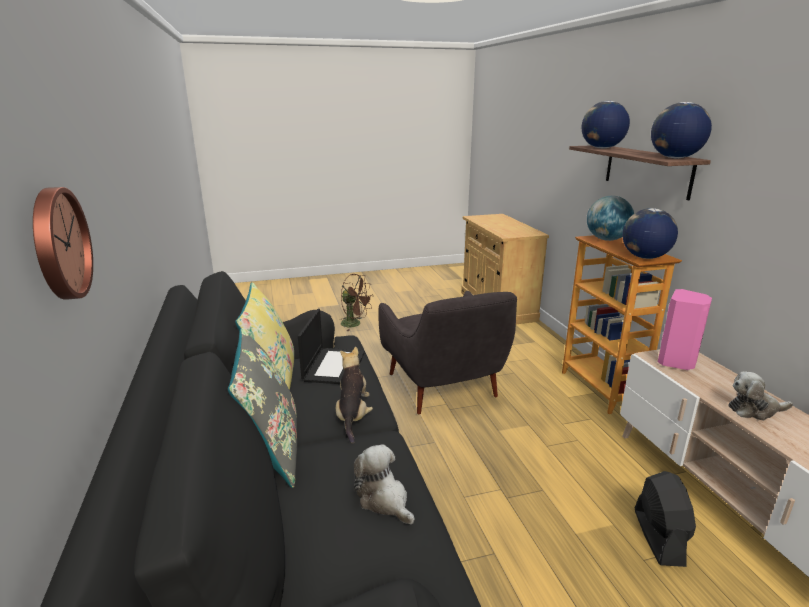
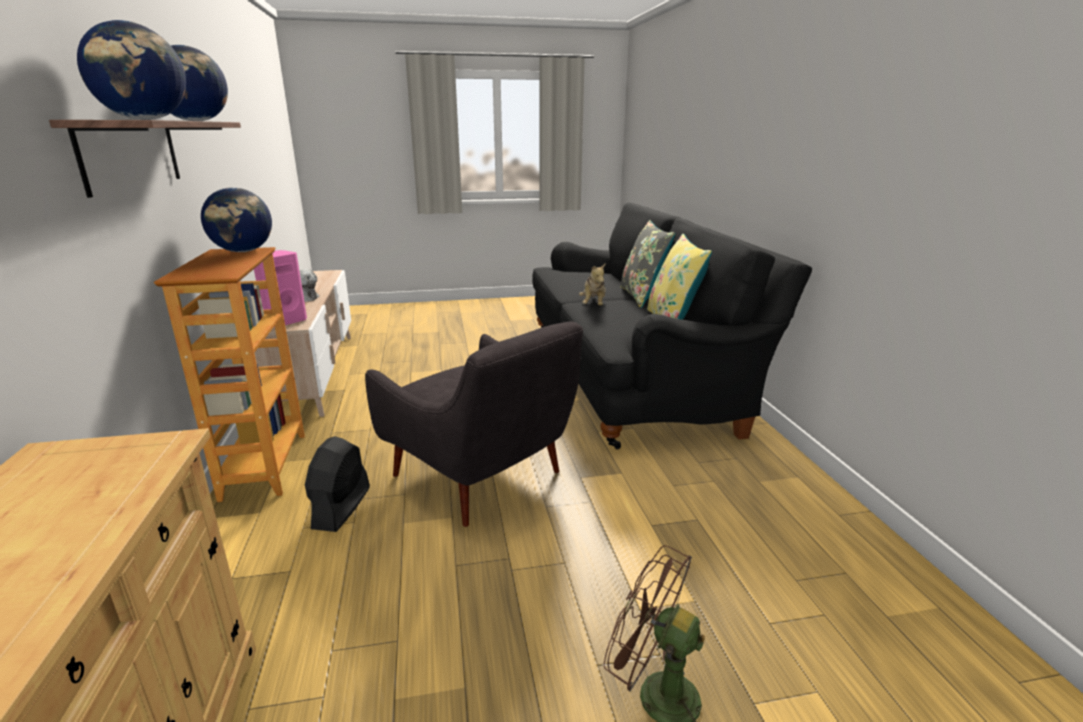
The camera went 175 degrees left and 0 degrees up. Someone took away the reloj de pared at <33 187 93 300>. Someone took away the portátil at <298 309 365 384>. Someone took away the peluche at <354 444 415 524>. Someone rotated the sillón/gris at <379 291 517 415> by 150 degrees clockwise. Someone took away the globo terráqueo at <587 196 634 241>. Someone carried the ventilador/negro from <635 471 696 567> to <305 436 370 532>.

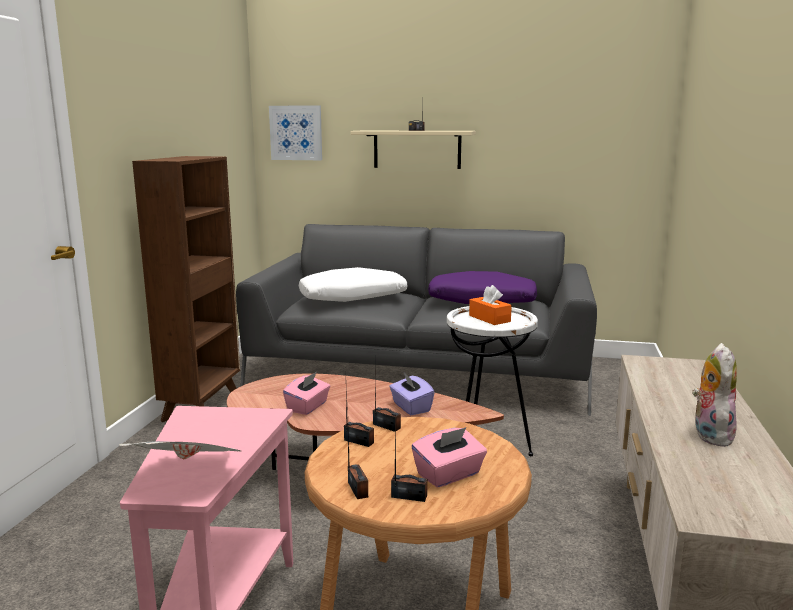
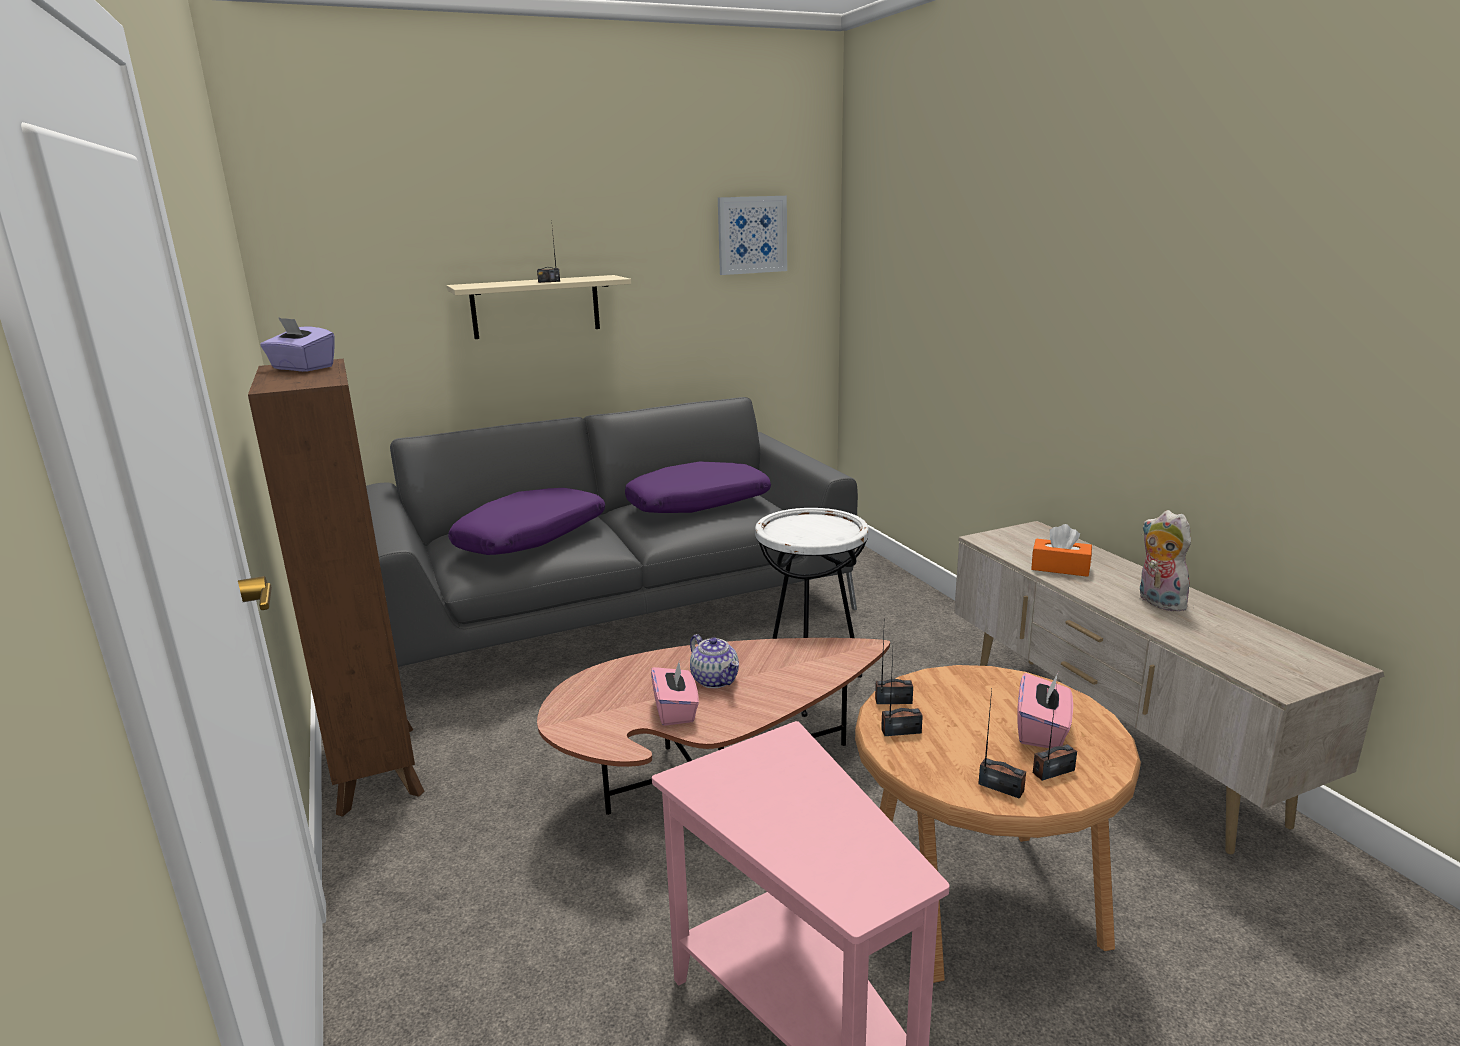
The camera went 35 degrees left and 5 degrees up. Someone took away the periódico at <119 441 241 459>. Someone carried the cuadro from <269 105 322 160> to <718 196 787 275>. Someone repainted the cojín/blanco at <299 267 408 302>, which became the cojín/morado at <448 488 605 555>. Someone carried the caja de pañuelos/morado from <389 373 435 415> to <260 317 335 372>. Someone carried the caja de pañuelos/naranja from <469 285 512 325> to <1031 524 1092 577>. Someone put down the tetera at <690 634 739 688>.

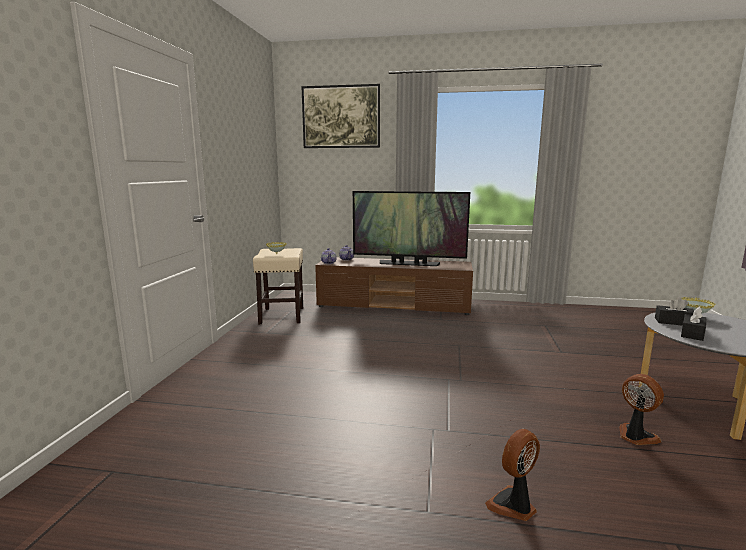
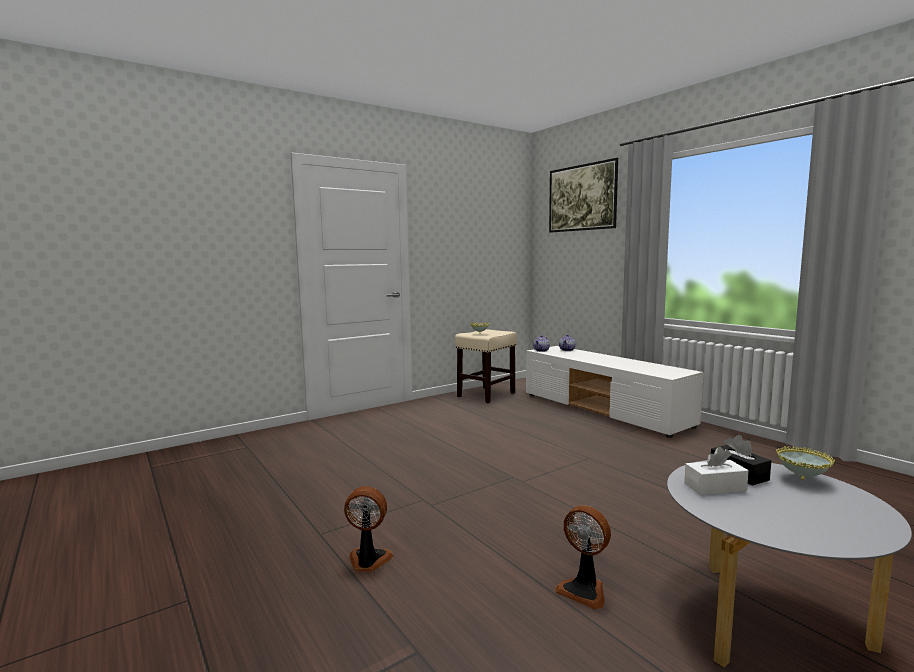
The camera went 45 degrees right and 5 degrees down. Someone repainted the mueble de televisión/marrón at <315 257 473 315>, which became the mueble de televisión/blanco at <526 346 704 438>. Someone took away the televisor at <353 191 470 266>. Someone rotated the ventilador at <619 374 664 445> by 120 degrees clockwise. Someone repainted the caja de pañuelos/negro at <681 307 706 341>, which became the caja de pañuelos/blanco at <684 447 749 495>.

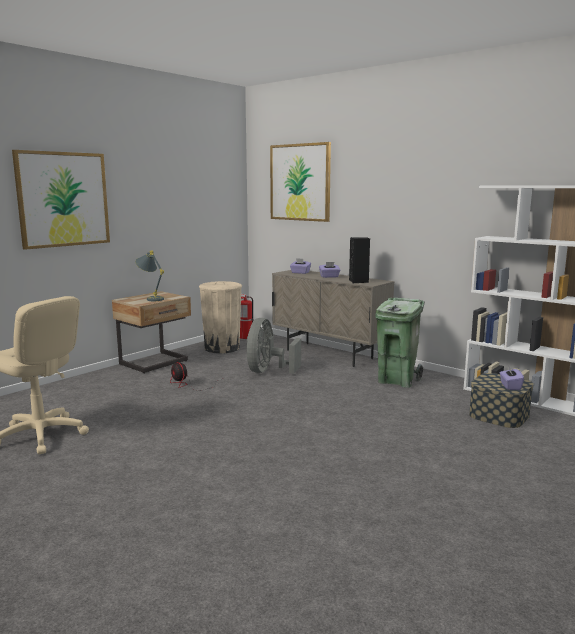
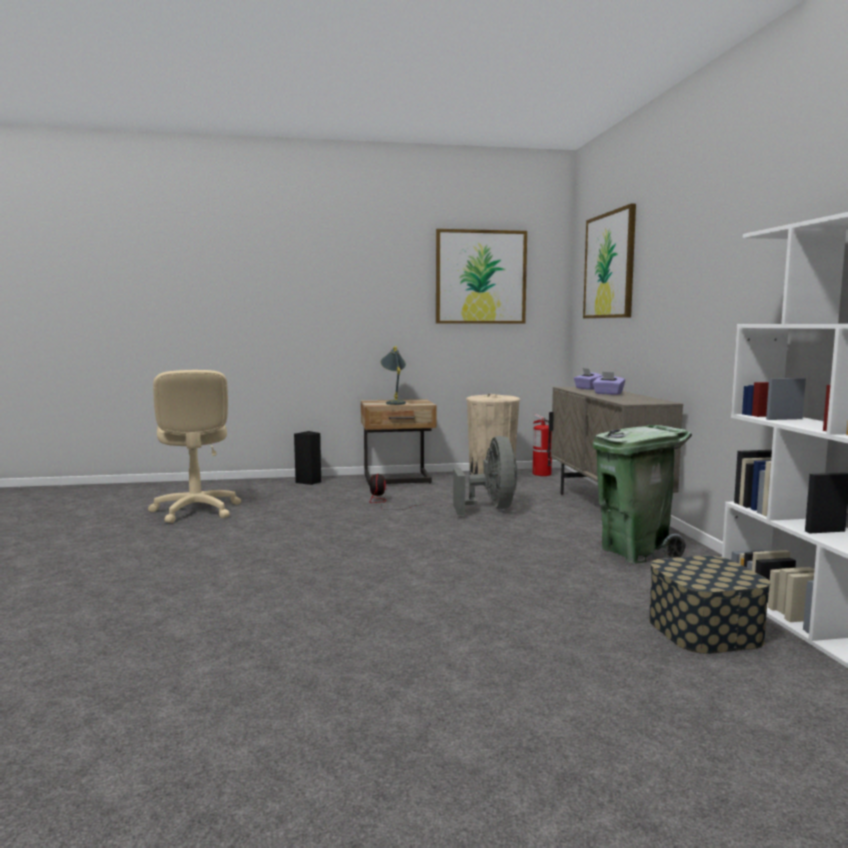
The camera went 40 degrees right and 5 degrees down. Someone carried the cuadro from <12 150 110 250> to <436 229 527 324>. Someone rotated the ventilador/gris at <247 318 301 374> by 120 degrees clockwise. Someone carried the altavoz/negro from <349 237 370 283> to <294 431 321 485>. Someone took away the caja de pañuelos/morado at <500 365 524 390>.

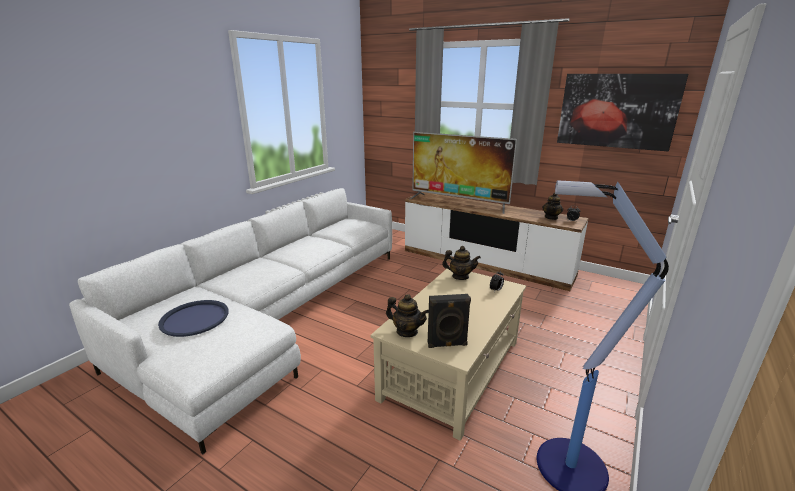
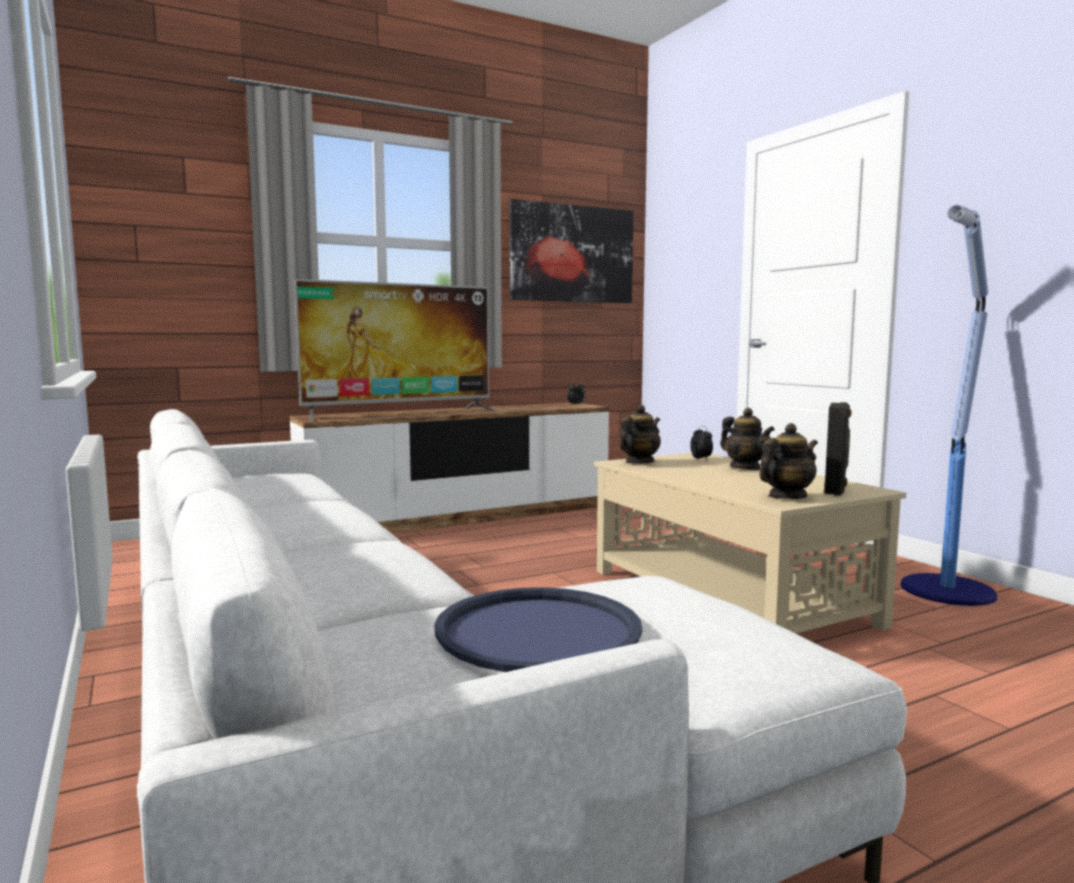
The camera went 60 degrees left and 15 degrees down. Someone carried the tetera from <542 193 563 220> to <720 408 775 470>.

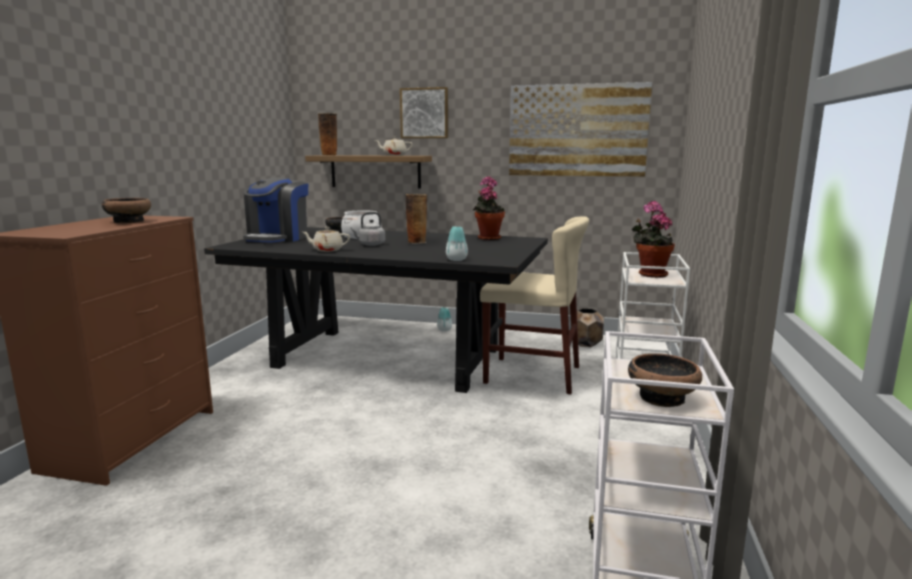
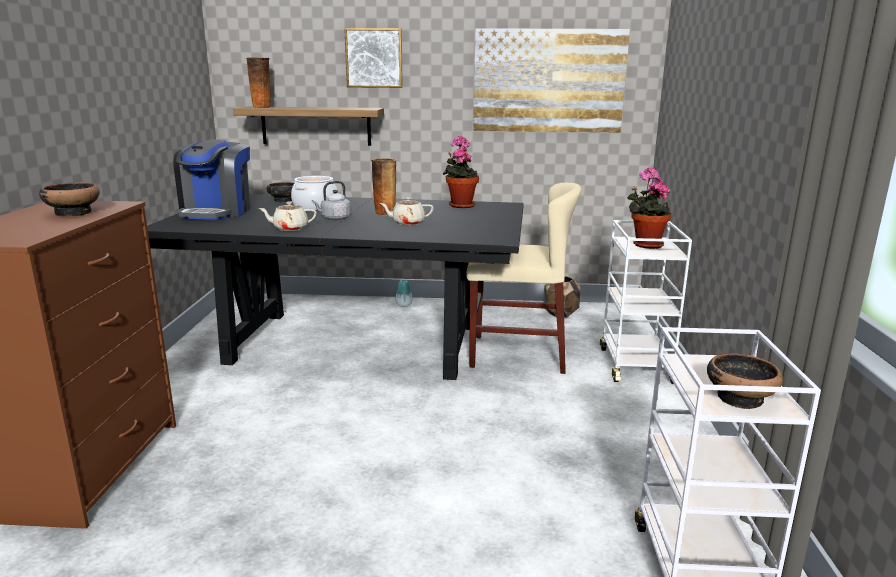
The camera went 10 degrees left and 5 degrees up. Someone carried the tetera/beis from <374 136 413 156> to <379 197 434 225>. Someone took away the florero at <446 227 468 261>.

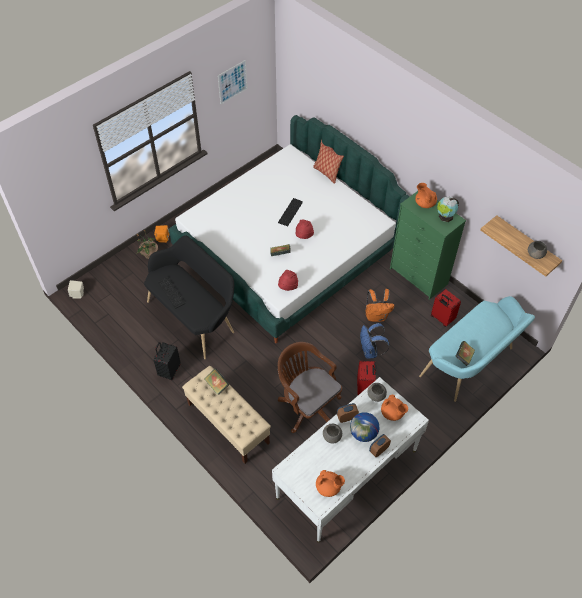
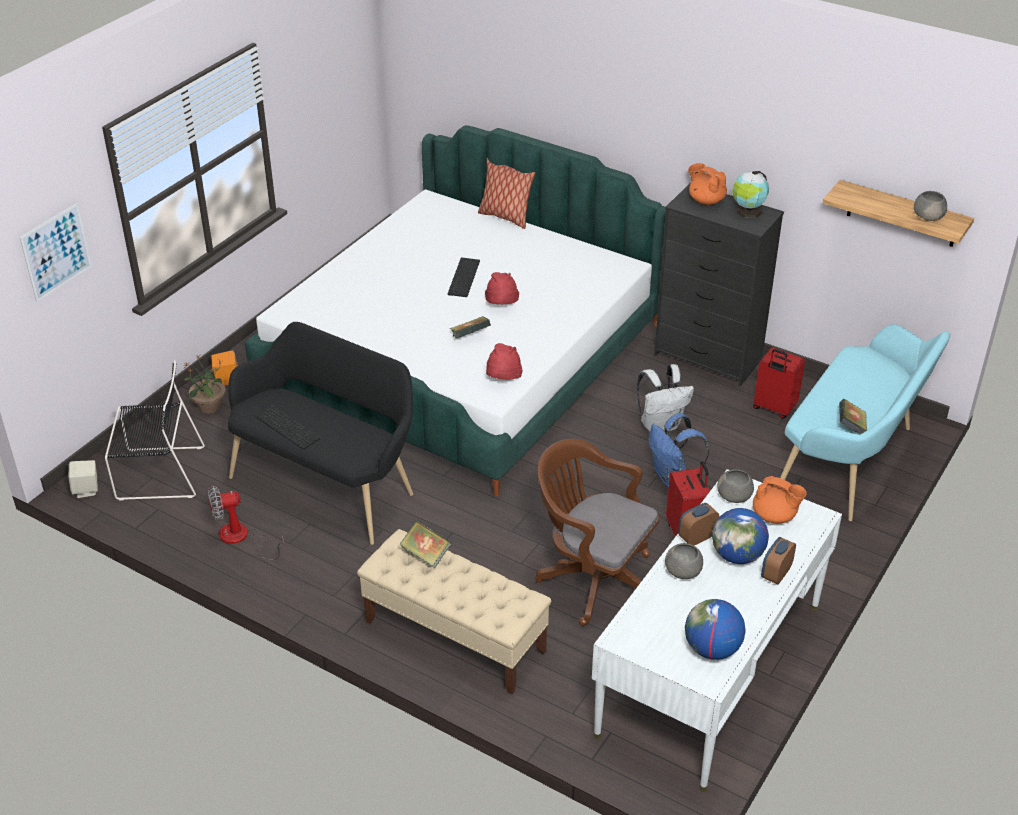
The camera went 15 degrees left and 15 degrees down. Someone took away the maleta/negro at <154 342 181 380>. Someone carried the cuadro from <218 60 247 104> to <19 203 92 302>. Someone swapped the tetera/naranja at <316 470 345 497> for the globo terráqueo at <685 599 745 660>. Someone repainted the mochila/naranja at <366 289 395 322>, which became the mochila/blanco at <637 364 694 432>. Someone repainted the cómoda/verde at <390 191 466 300>, which became the cómoda/negro at <654 183 784 386>. Someone put down the silla/negro at <105 360 205 500>. Someone put down the ventilador at <208 486 285 560>.

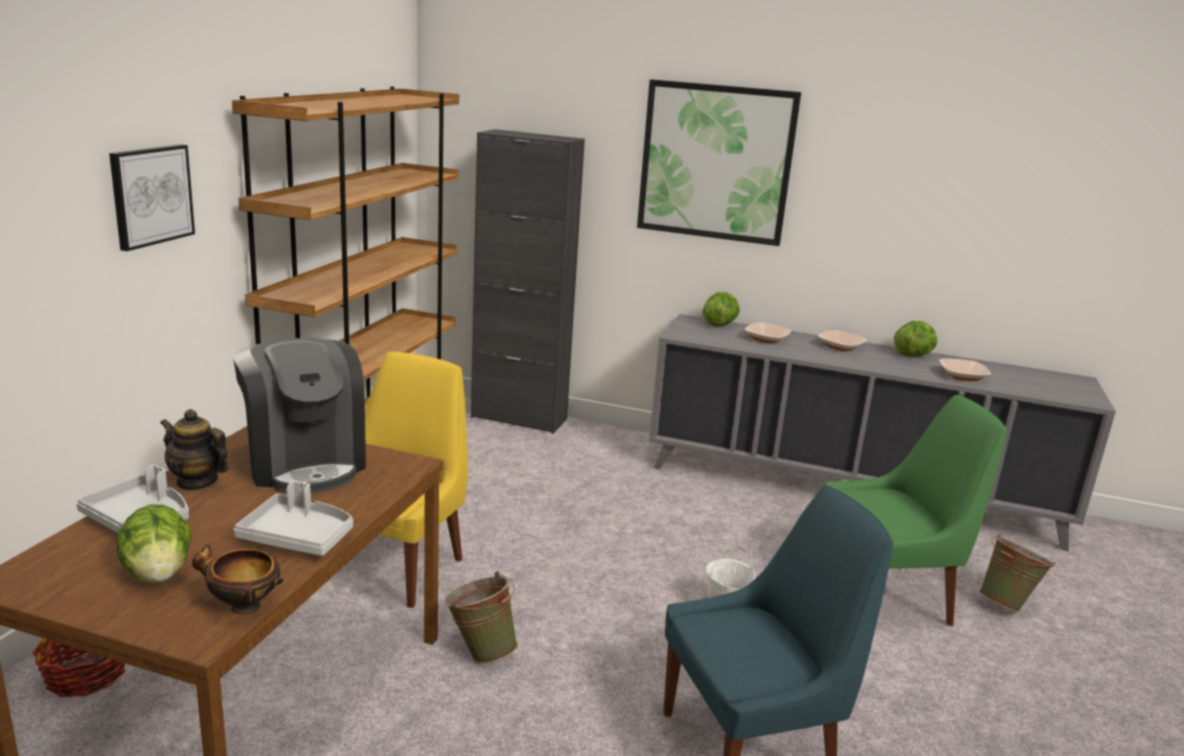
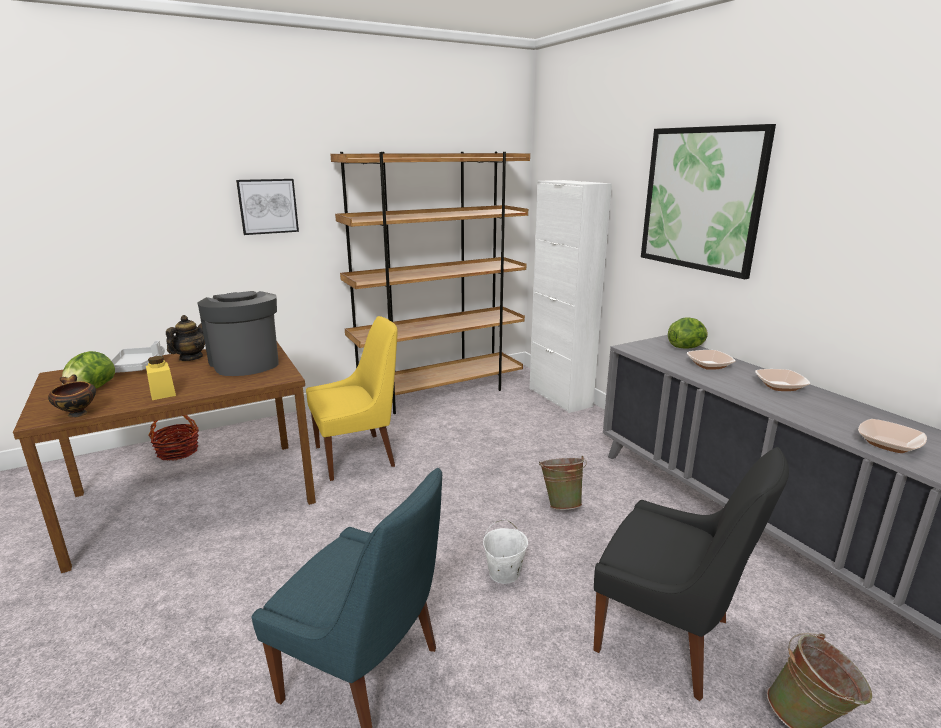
The camera went 45 degrees right and 0 degrees up. Someone rotated the tetera at <160 409 229 491> by 45 degrees clockwise. Someone rotated the cafetera at <233 338 366 493> by 135 degrees clockwise. Someone swapped the bandeja/gris at <234 481 353 556> for the tarro/amarillo at <146 356 176 400>. Someone carried the cubo/verde from <444 572 518 664> to <539 456 587 510>. Someone repainted the armario/negro at <471 129 585 434>, which became the armario/blanco at <529 180 612 413>. Someone repainted the silla/verde at <825 395 1007 626>, which became the silla/negro at <593 447 789 701>. Someone took away the lechuga at <894 321 937 357>.

